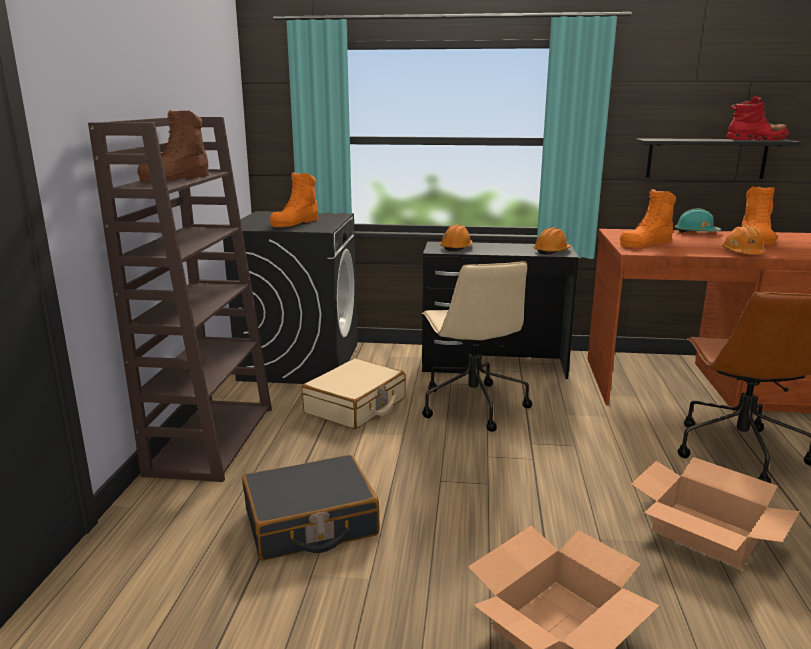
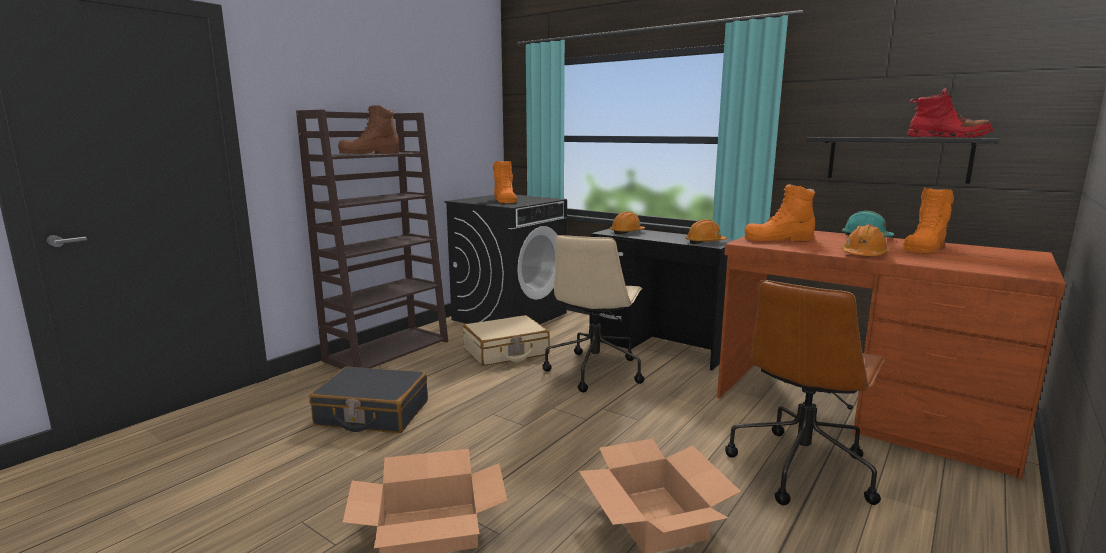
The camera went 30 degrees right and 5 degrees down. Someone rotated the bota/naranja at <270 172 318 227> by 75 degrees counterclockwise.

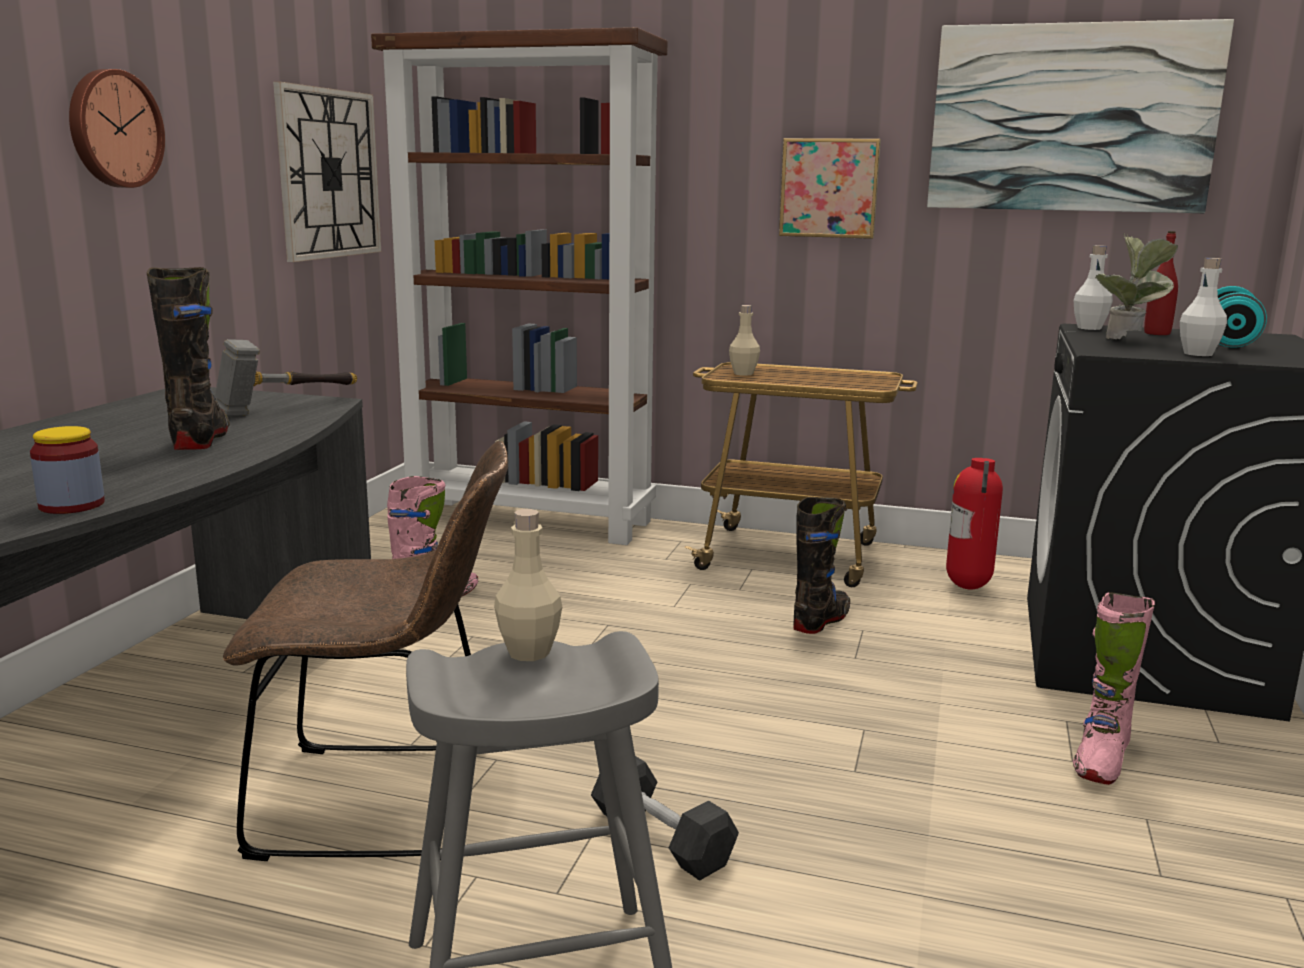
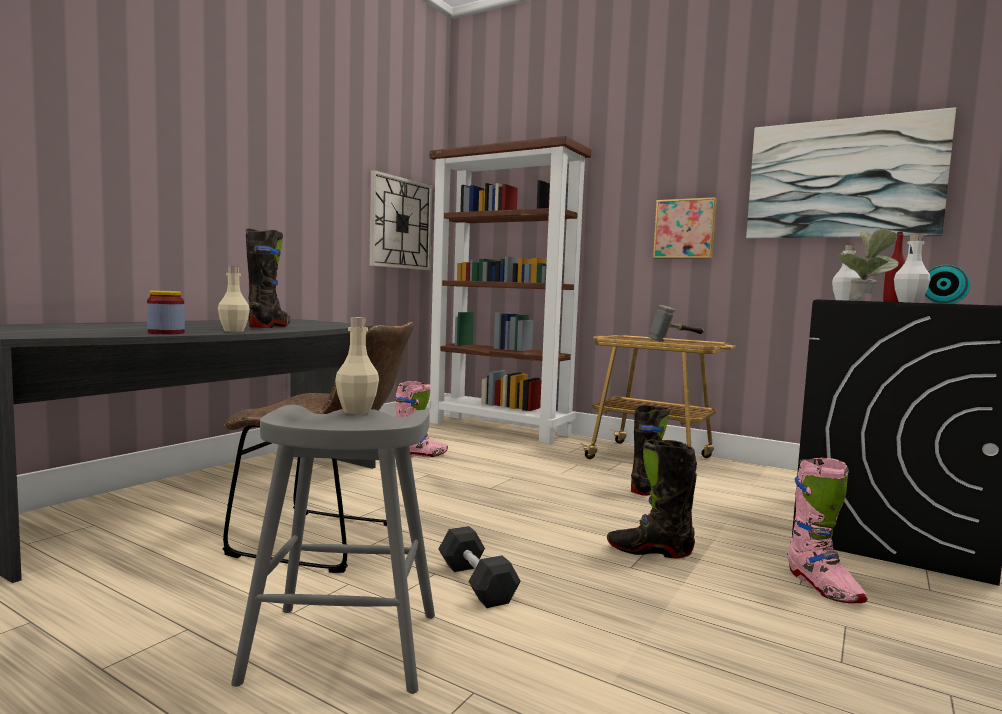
The camera went 15 degrees right and 10 degrees down. Someone took away the reloj de pared at <69 69 165 188>. Someone carried the martillo from <215 339 357 416> to <648 305 704 342>. Someone carried the botella/beis from <729 305 760 376> to <218 266 250 332>. Someone took away the extintor at <946 458 1003 589>. Someone rotated the bota/rosa at <1073 592 1155 785> by 60 degrees counterclockwise. Someone put down the bota/negro at <607 439 697 558>.

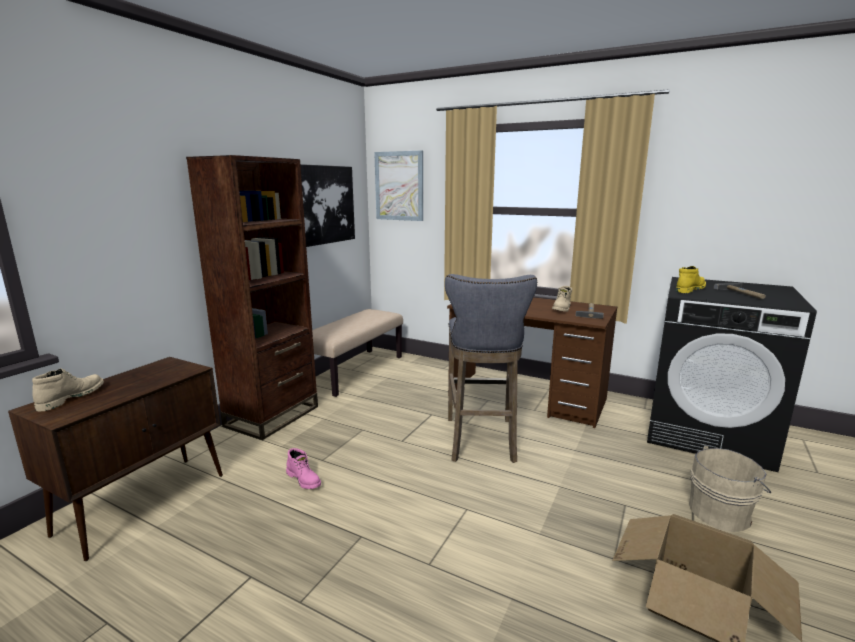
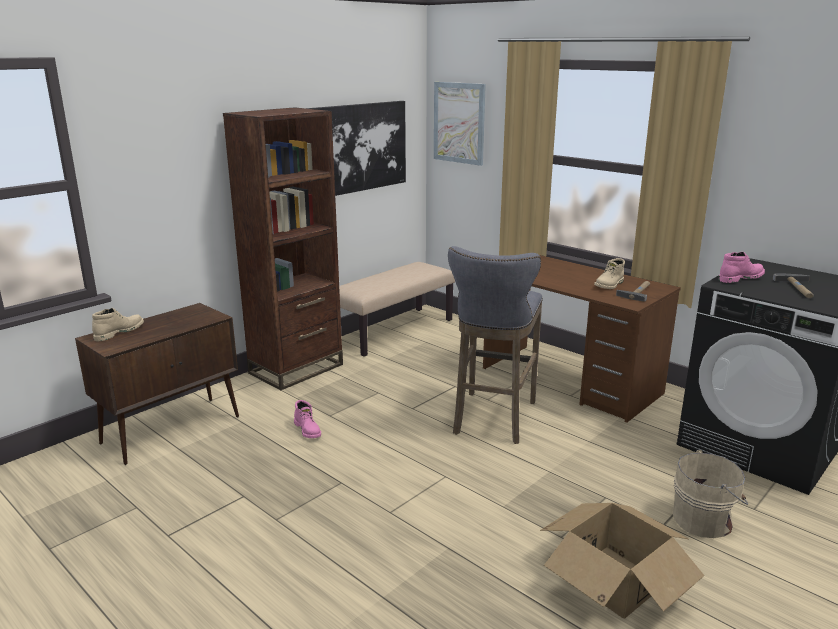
The camera went 15 degrees right and 5 degrees up. Someone repainted the bota/amarillo at <676 266 706 293>, which became the bota/rosa at <718 252 765 283>.

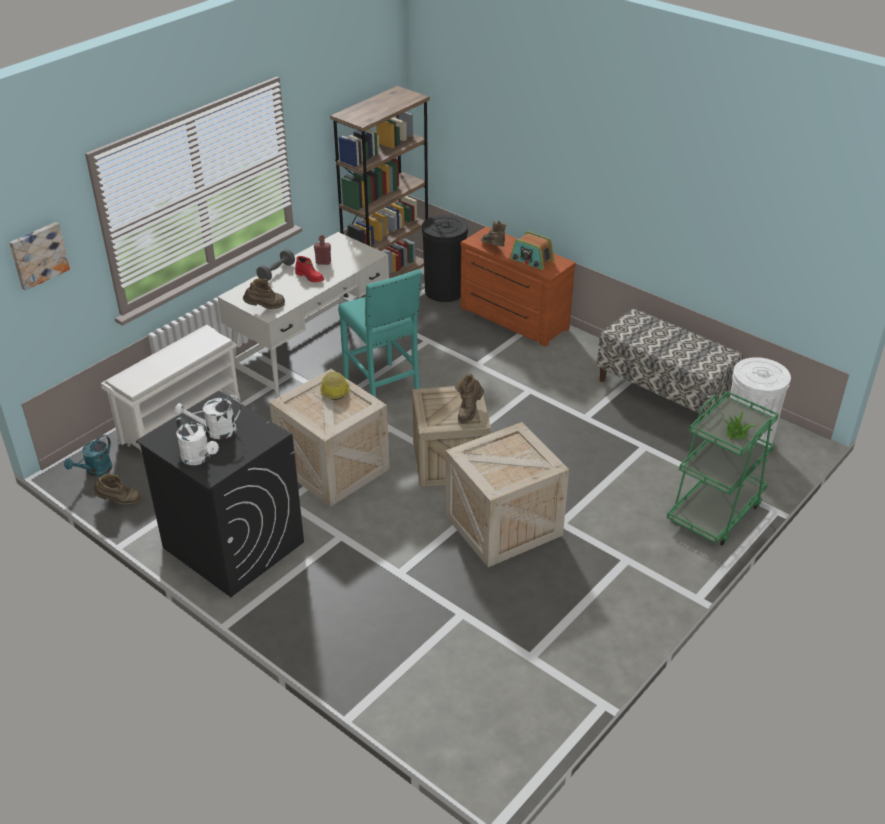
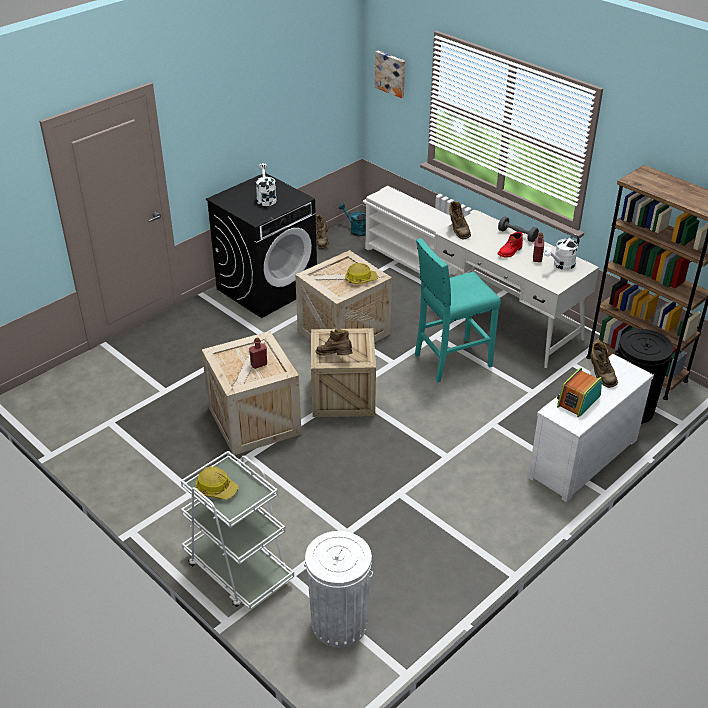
The camera went 95 degrees right and 0 degrees up. Someone carried the regadera/blanco from <176 417 219 465> to <543 234 580 270>. Someone repainted the cómoda/marrón at <461 226 576 347>, which became the cómoda/blanco at <528 354 654 502>. Someone rotated the bota/marrón at <481 221 506 246> by 90 degrees clockwise. Someone took away the banco at <597 308 743 420>. Someone repainted the carrito/verde at <667 391 779 546>, which became the carrito/blanco at <181 451 294 610>. Someone swapped the planta en maceta at <723 411 758 440> for the casco at <195 466 239 500>. Someone put down the botella/rojo at <249 337 267 369>.

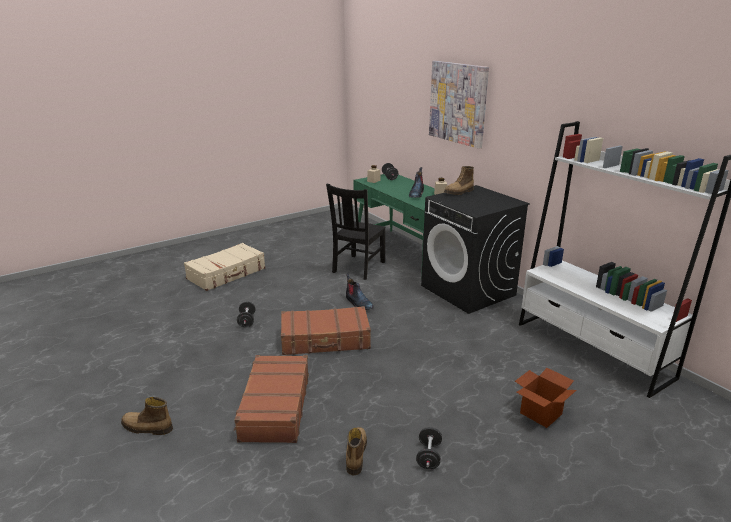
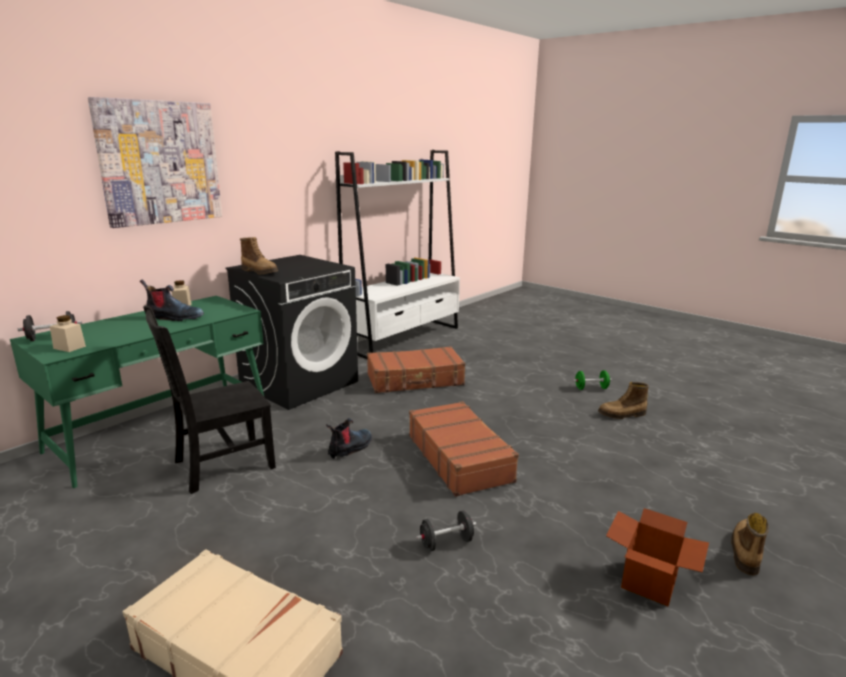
The camera went 105 degrees left and 5 degrees down. Someone rotated the bota at <121 397 173 435> by 150 degrees counterclockwise. Someone carried the maleta/marrón from <234 355 309 443> to <367 346 465 393>. Someone rotated the silla/negro at <326 184 386 280> by 135 degrees clockwise. Someone repainted the mancuerna/negro at <416 427 442 469>, which became the mancuerna/verde at <573 370 612 390>. Someone carried the caja de cartón from <515 368 577 428> to <606 508 709 607>.

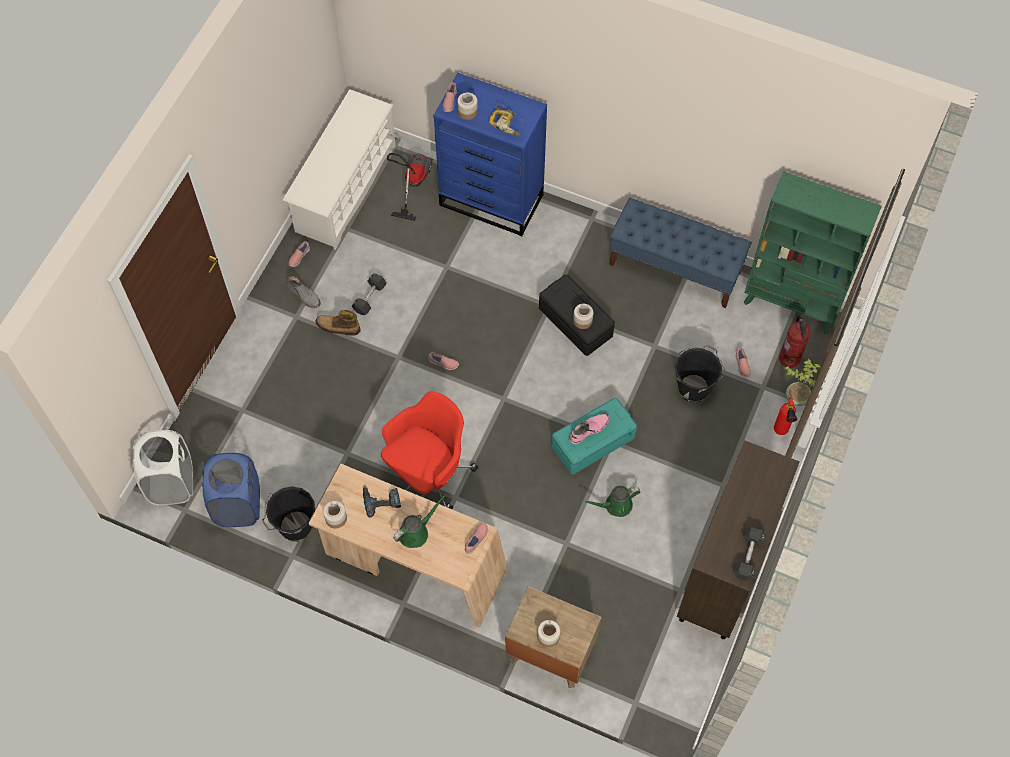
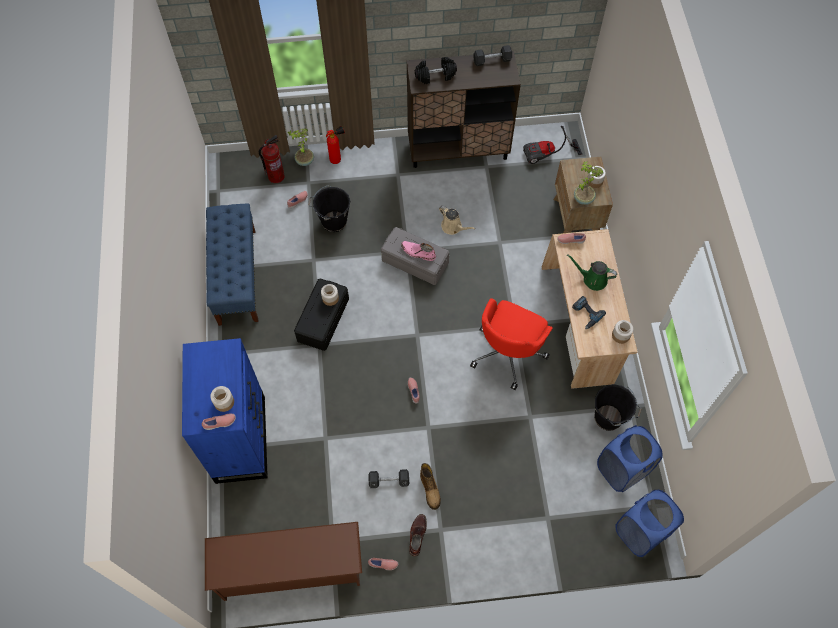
The camera went 120 degrees left and 0 degrees up. Someone repainted the cesto de la ropa/blanco at <132 430 193 505>, which became the cesto de la ropa/azul at <615 489 684 557>. Someone repainted the zapatero/blanco at <283 89 396 250>, which became the zapatero/marrón at <205 522 362 601>. Someone repainted the bota/gris at <287 276 321 308>, which became the bota/marrón at <409 514 427 557>. Someone rotated the silla de oficina/rojo at <381 391 478 509> by 75 degrees counterclockwise. Someone carried the aspiradora from <387 153 433 221> to <523 125 582 164>. Someone took away the taladro at <489 103 523 137>. Someone repainted the caja de almacenaje/turquesa at <552 398 637 475>, which became the caja de almacenaje/gris at <381 227 449 285>. Someone repainted the regadera/verde at <583 486 640 517>, which became the regadera/beis at <439 206 475 235>. Someone took away the estantería/verde at <744 171 882 334>. Someone put down the mancuerna/negro at <415 57 457 84>. Someone put down the planta en maceta at <574 161 603 205>.

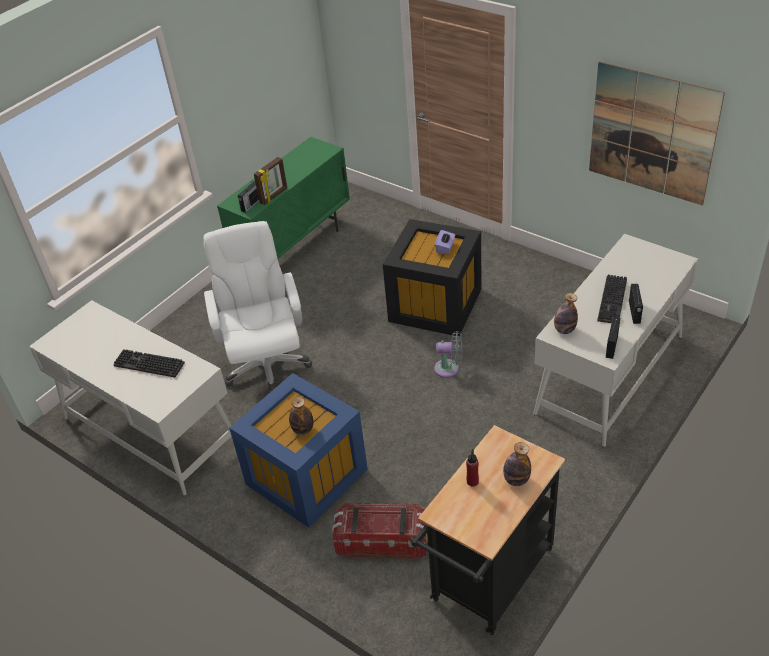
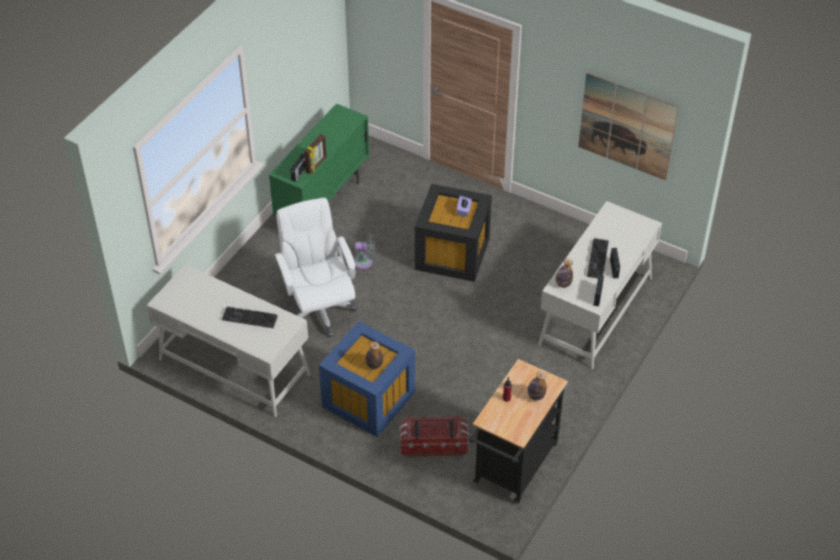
The camera went 10 degrees left and 5 degrees up. Someone carried the ventilador/gris from <434 331 462 378> to <354 233 375 269>.

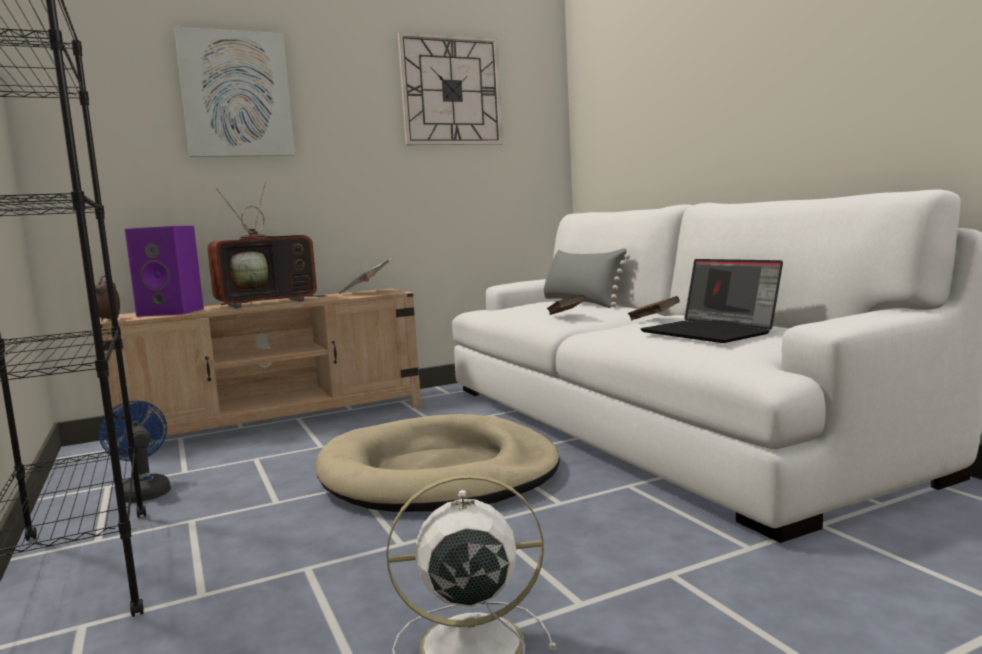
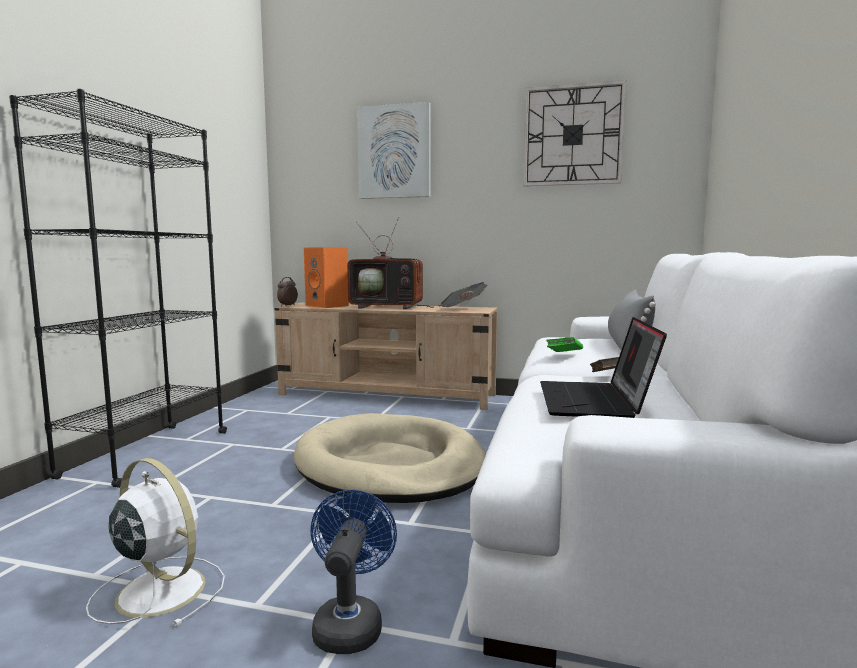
The camera went 40 degrees right and 0 degrees up. Someone carried the ventilador/azul from <99 400 171 503> to <310 490 397 654>. Someone repainted the altavoz/morado at <125 226 204 317>, which became the altavoz/naranja at <304 247 349 308>. Someone repainted the libro/marrón at <547 295 585 315>, which became the libro/verde at <546 337 583 352>.

